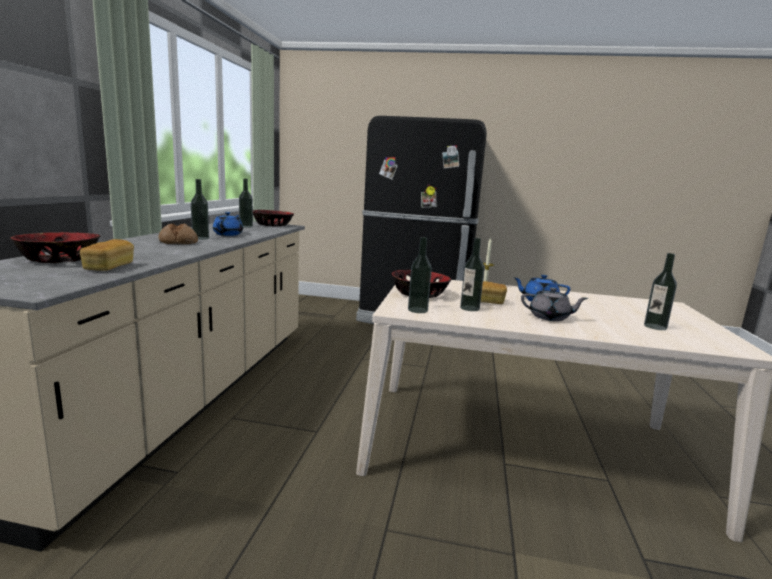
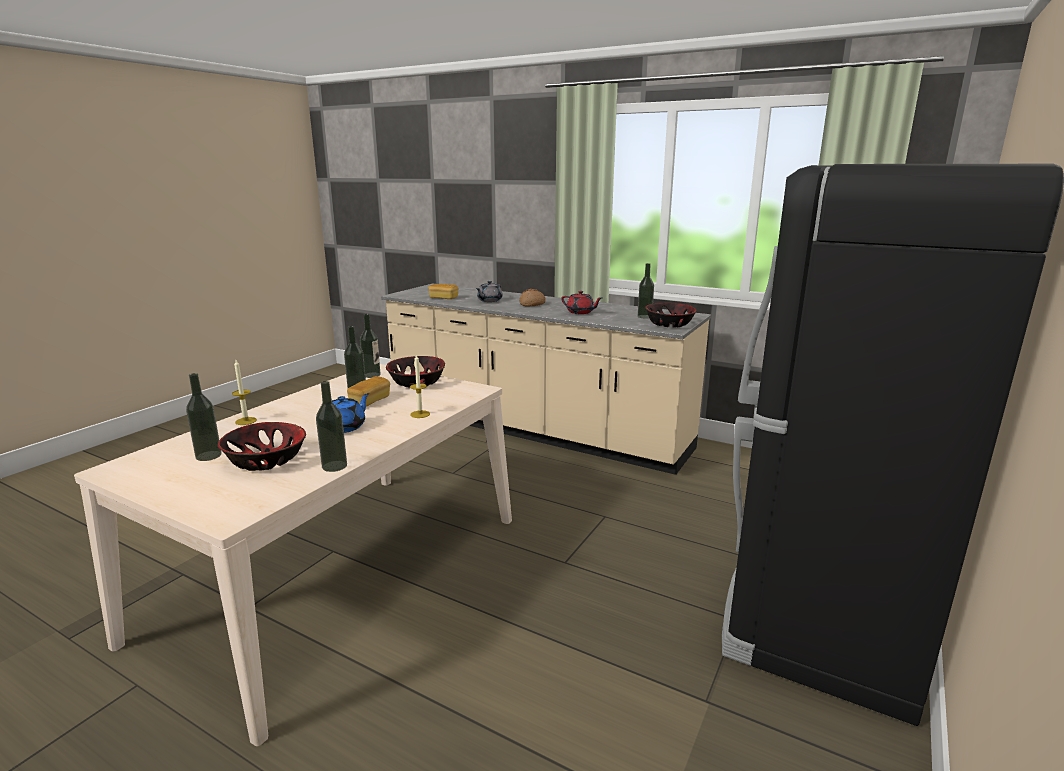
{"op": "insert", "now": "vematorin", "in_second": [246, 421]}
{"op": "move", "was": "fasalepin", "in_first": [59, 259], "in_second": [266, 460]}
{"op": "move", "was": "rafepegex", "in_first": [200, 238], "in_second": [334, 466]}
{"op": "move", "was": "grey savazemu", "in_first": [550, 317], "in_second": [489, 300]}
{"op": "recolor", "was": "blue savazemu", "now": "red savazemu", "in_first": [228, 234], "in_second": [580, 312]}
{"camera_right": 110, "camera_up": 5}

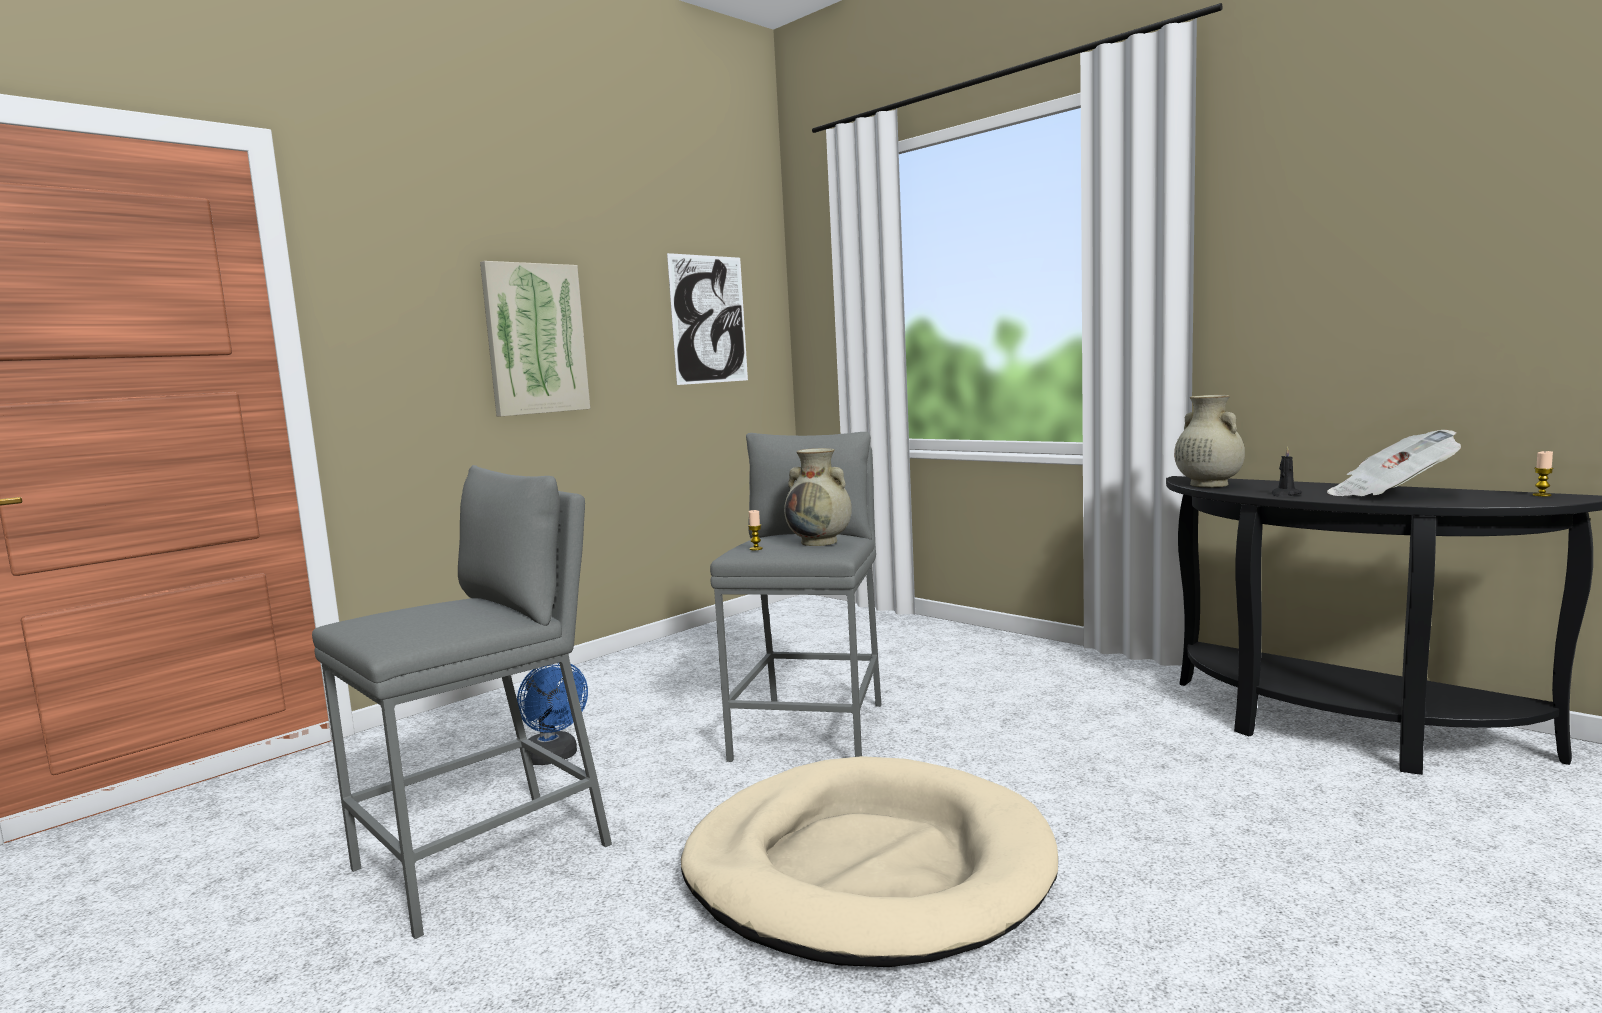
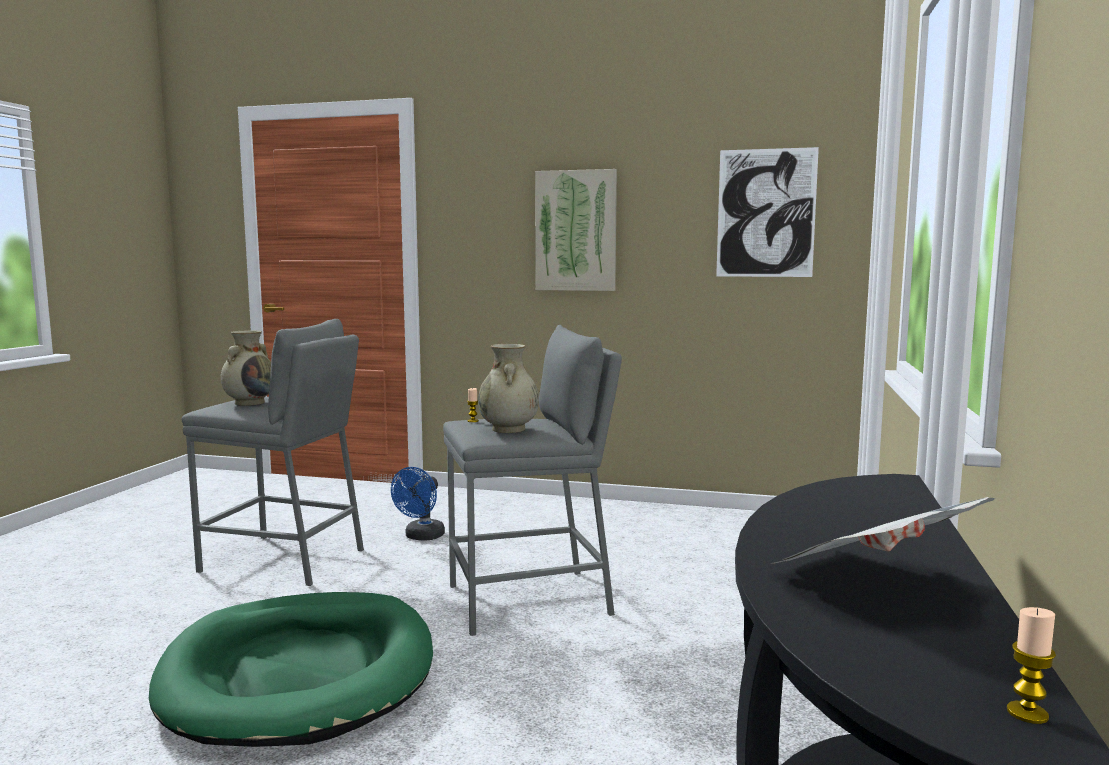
{"op": "delete", "was": "black vematorin", "in_first": [1285, 494]}
{"op": "move", "was": "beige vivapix", "in_first": [1207, 484], "in_second": [250, 402]}
{"op": "recolor", "was": "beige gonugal", "now": "green gonugal", "in_first": [867, 869], "in_second": [300, 674]}
{"camera_right": 60, "camera_up": 0}

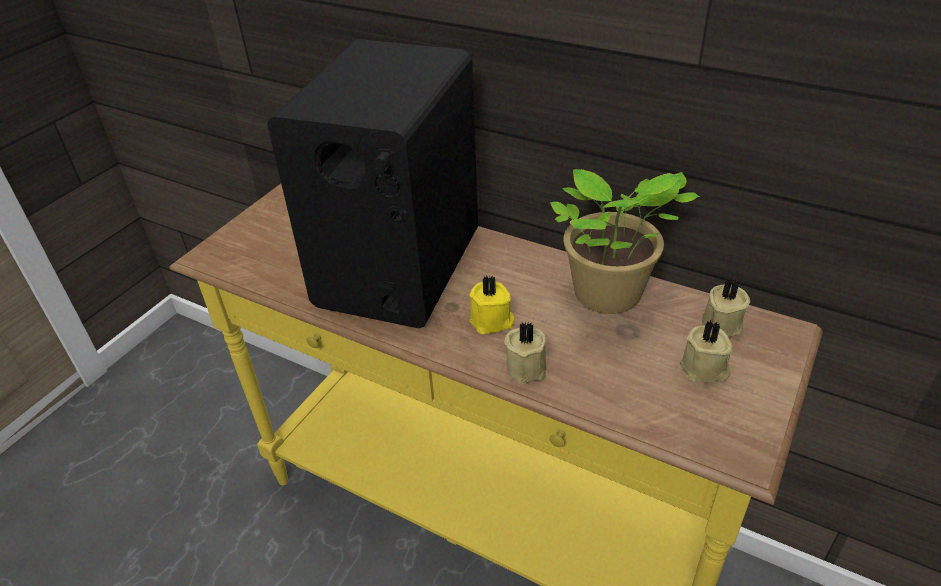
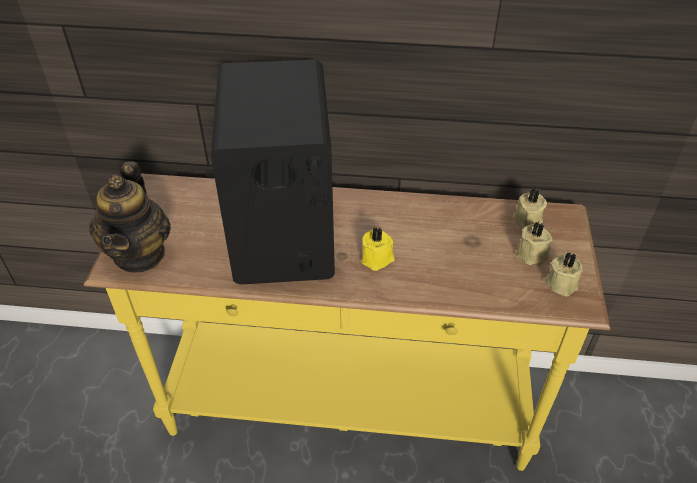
{"op": "delete", "was": "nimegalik", "in_first": [608, 297]}
{"op": "insert", "now": "savazemu", "in_second": [140, 254]}
{"op": "move", "was": "beige vematorin", "in_first": [527, 366], "in_second": [561, 283]}
{"camera_right": -25, "camera_up": 5}

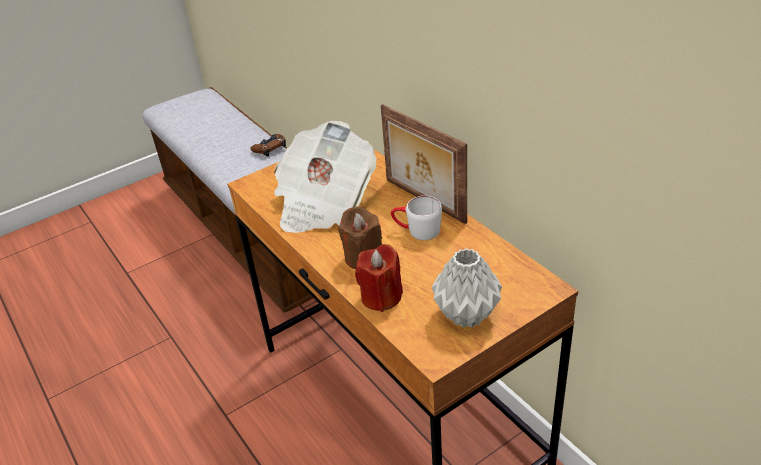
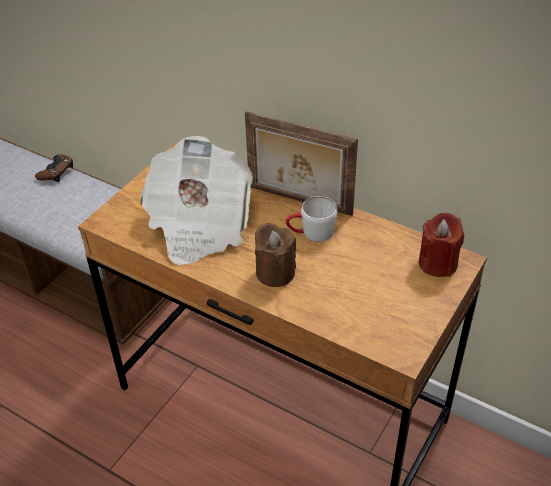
{"op": "delete", "was": "grey vivapix", "in_first": [467, 314]}
{"op": "move", "was": "red vematorin", "in_first": [381, 297], "in_second": [437, 263]}
{"camera_right": -25, "camera_up": 5}

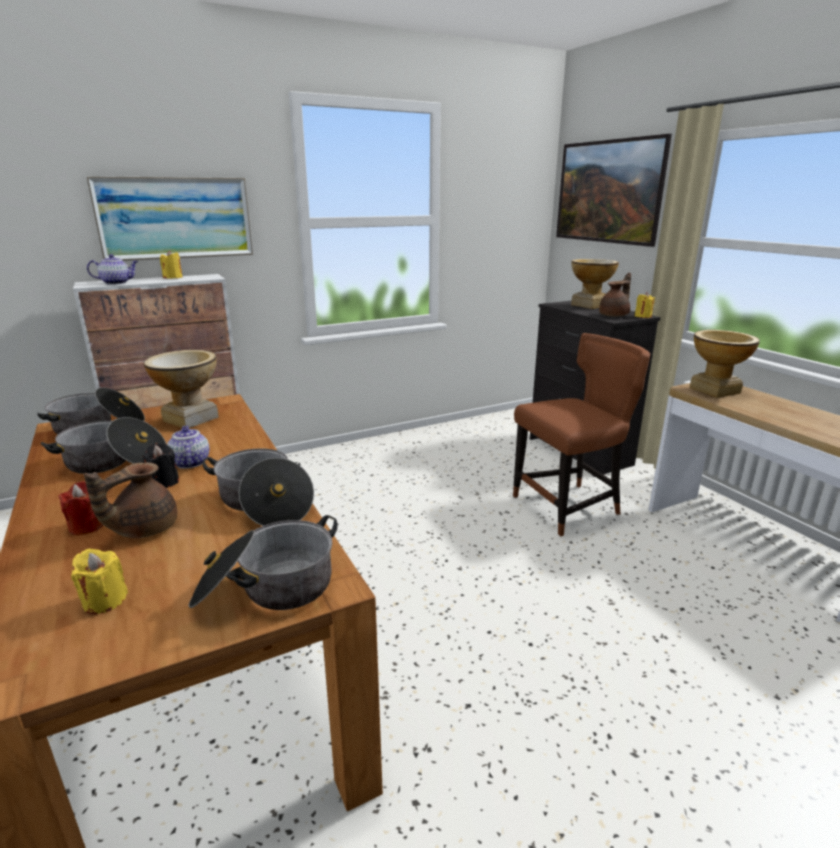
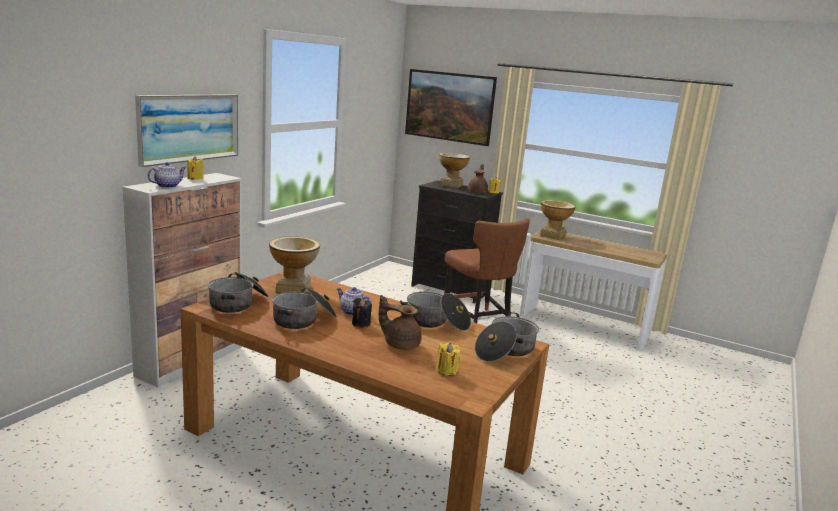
{"op": "delete", "was": "red vematorin", "in_first": [87, 526]}
{"op": "rotate", "was": "brown savazemu", "in_first": [143, 529], "in_second": [400, 344], "clockwise": 105}
{"op": "rotate", "was": "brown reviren", "in_first": [569, 507], "in_second": [478, 322], "clockwise": 120}
{"camera_right": -35, "camera_up": -5}

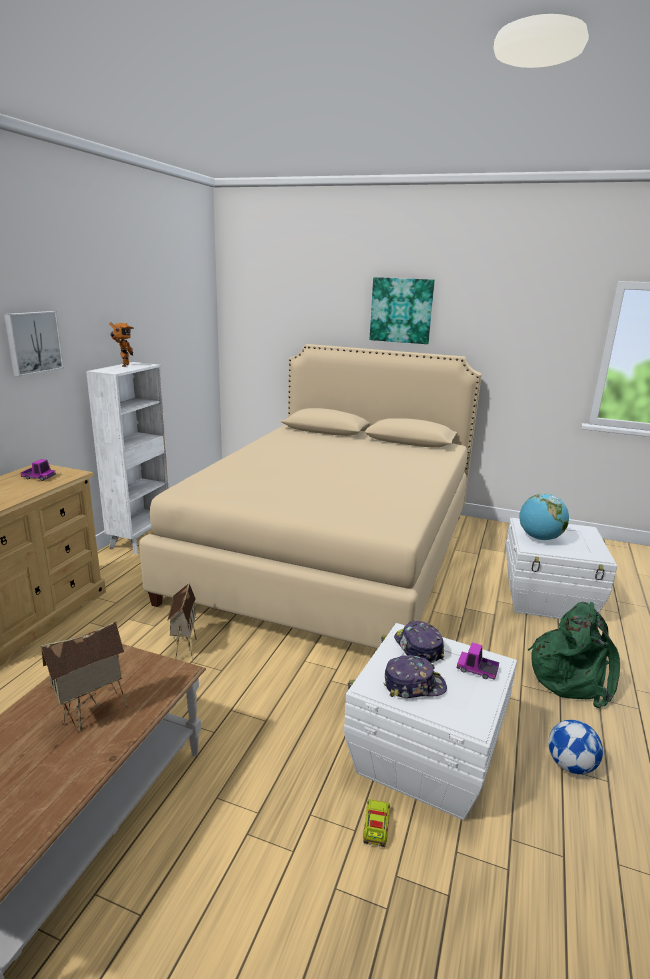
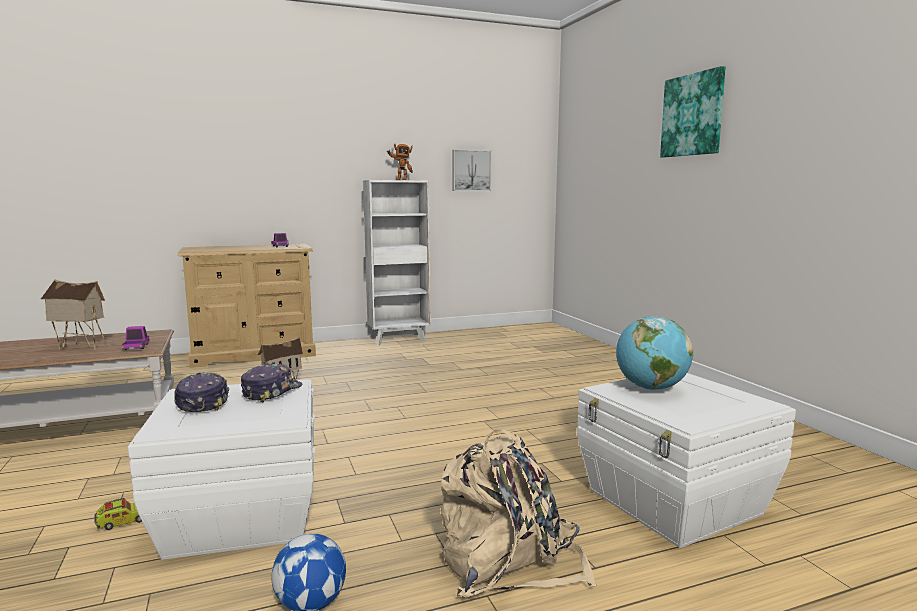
{"op": "delete", "was": "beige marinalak", "in_first": [331, 554]}
{"op": "move", "was": "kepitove", "in_first": [33, 342], "in_second": [470, 170]}
{"op": "move", "was": "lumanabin", "in_first": [477, 670], "in_second": [136, 347]}
{"op": "recolor", "was": "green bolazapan", "now": "beige bolazapan", "in_first": [572, 676], "in_second": [509, 563]}
{"op": "rotate", "was": "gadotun", "in_first": [414, 685], "in_second": [203, 402], "clockwise": -150}
{"camera_right": 50, "camera_up": -10}

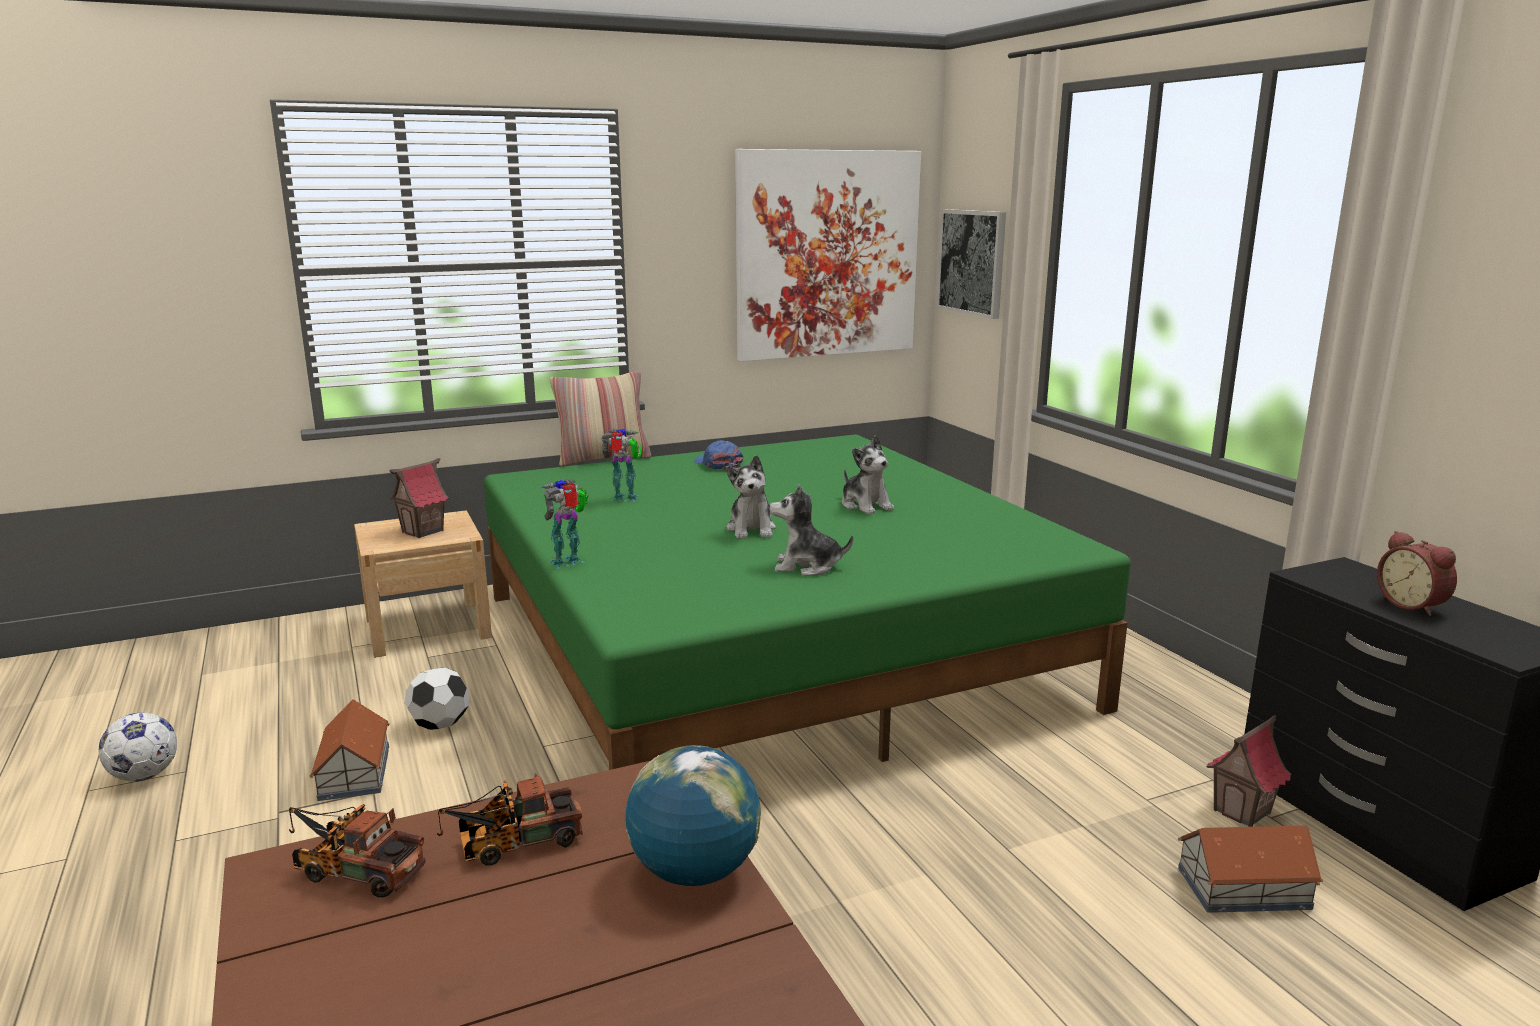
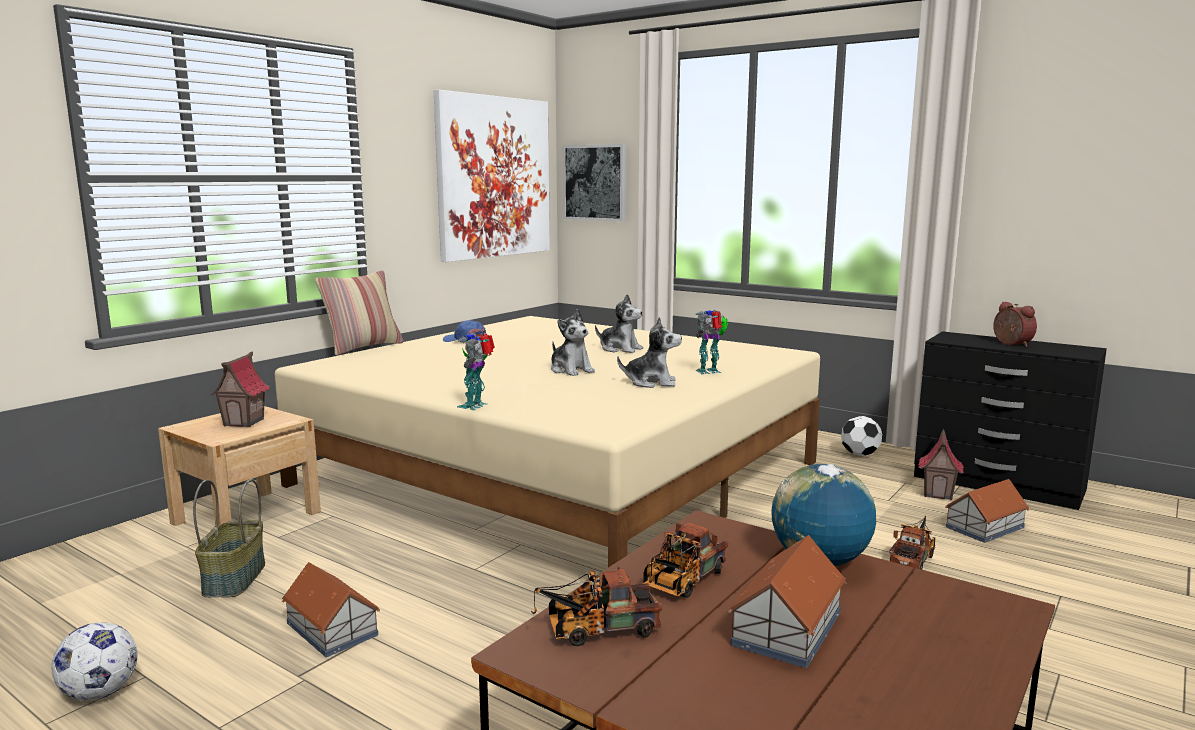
{"op": "insert", "now": "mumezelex", "in_second": [235, 579]}
{"op": "insert", "now": "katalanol", "in_second": [788, 628]}
{"op": "insert", "now": "lumanabin", "in_second": [913, 559]}
{"op": "move", "was": "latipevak", "in_first": [440, 725], "in_second": [860, 454]}
{"op": "move", "was": "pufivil", "in_first": [625, 499], "in_second": [709, 372]}
{"op": "recolor", "was": "green marinalak", "now": "beige marinalak", "in_first": [770, 648], "in_second": [560, 473]}
{"op": "rotate", "was": "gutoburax", "in_first": [807, 567], "in_second": [651, 383], "clockwise": -150}
{"op": "rotate", "was": "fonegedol", "in_first": [1413, 605], "in_second": [1010, 344], "clockwise": -150}
{"camera_right": -30, "camera_up": -5}

